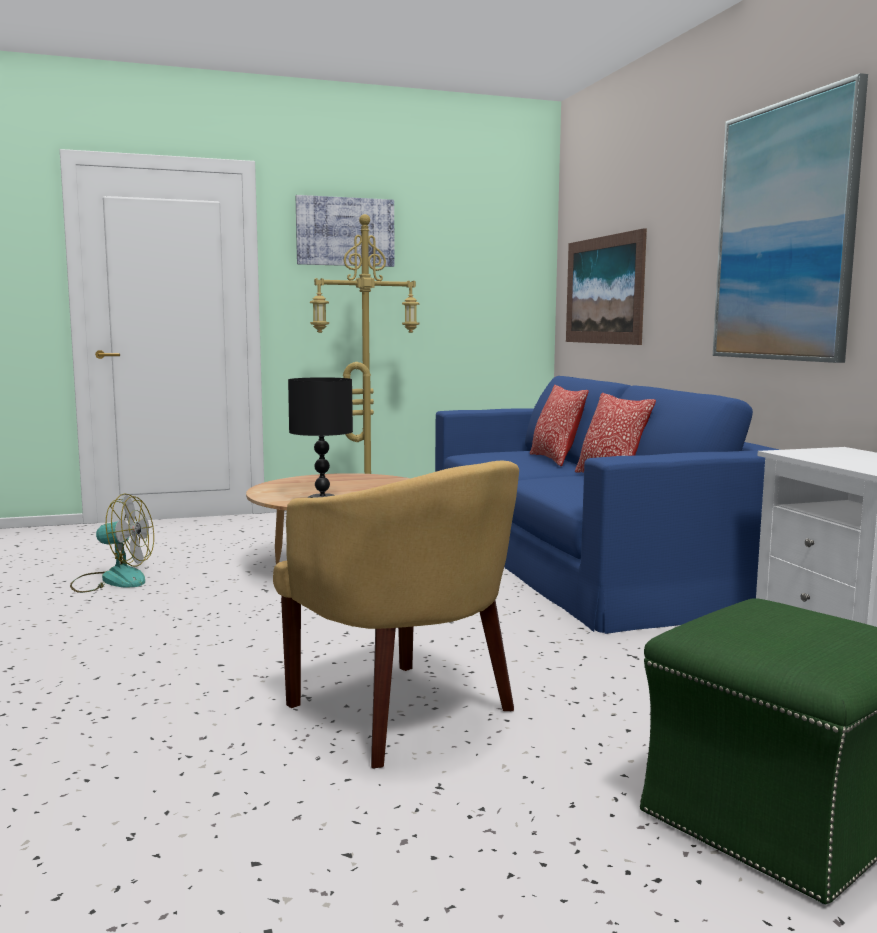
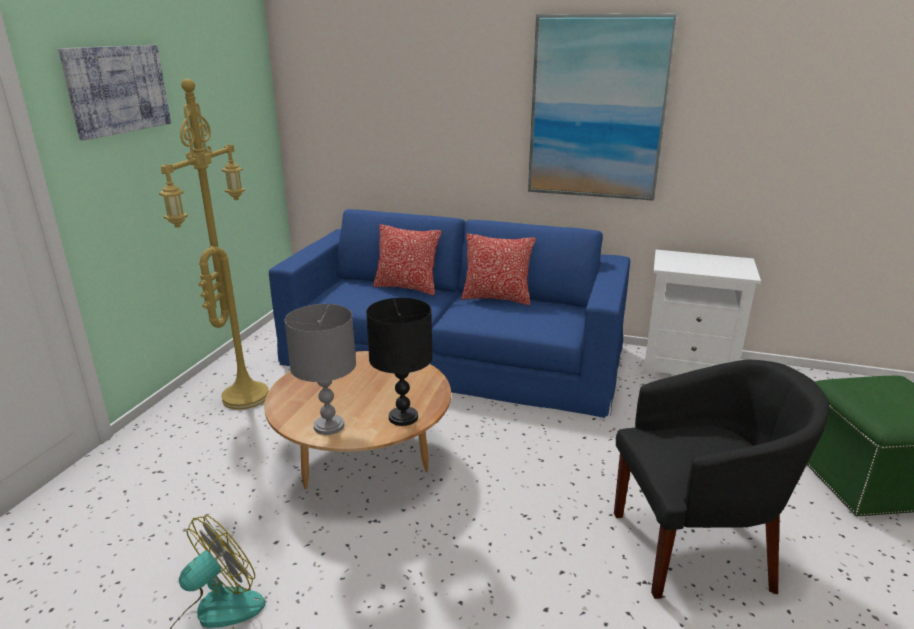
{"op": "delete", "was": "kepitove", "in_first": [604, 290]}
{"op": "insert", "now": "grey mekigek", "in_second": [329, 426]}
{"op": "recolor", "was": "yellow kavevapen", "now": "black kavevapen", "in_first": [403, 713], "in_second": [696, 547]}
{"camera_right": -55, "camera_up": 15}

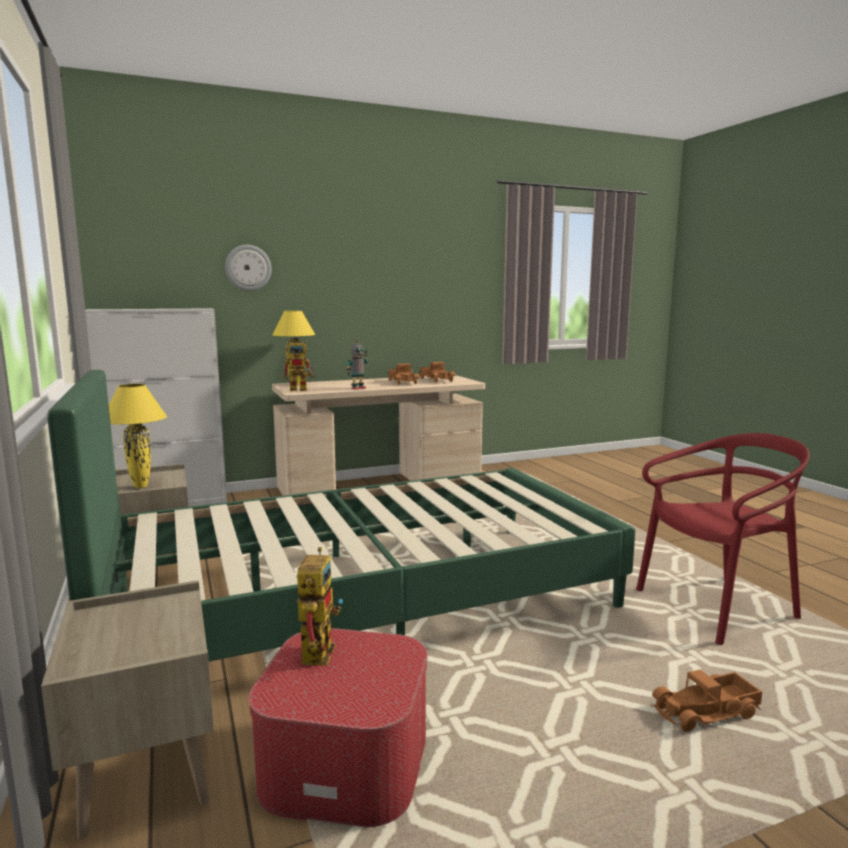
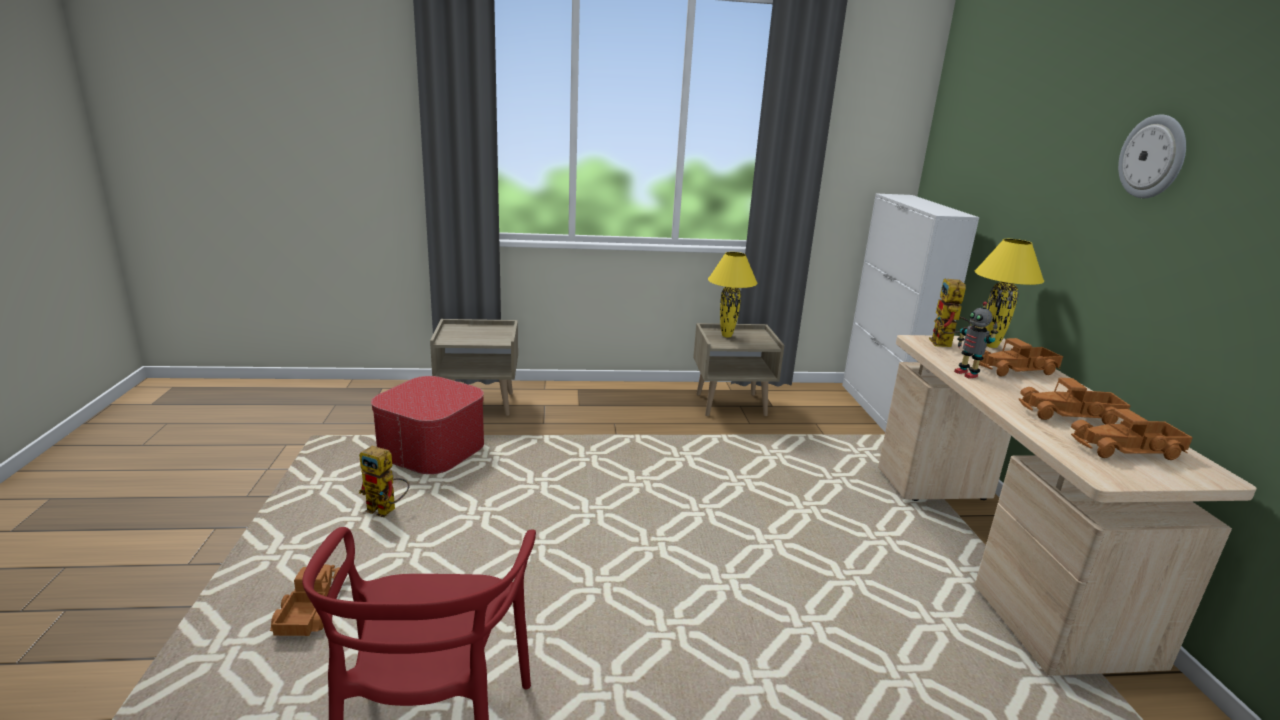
{"op": "delete", "was": "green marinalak", "in_first": [363, 601]}
{"op": "insert", "now": "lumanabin", "in_second": [1017, 370]}
{"op": "move", "was": "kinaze", "in_first": [248, 268], "in_second": [1153, 157]}
{"op": "move", "was": "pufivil", "in_first": [317, 649], "in_second": [387, 511]}
{"camera_right": 105, "camera_up": 10}

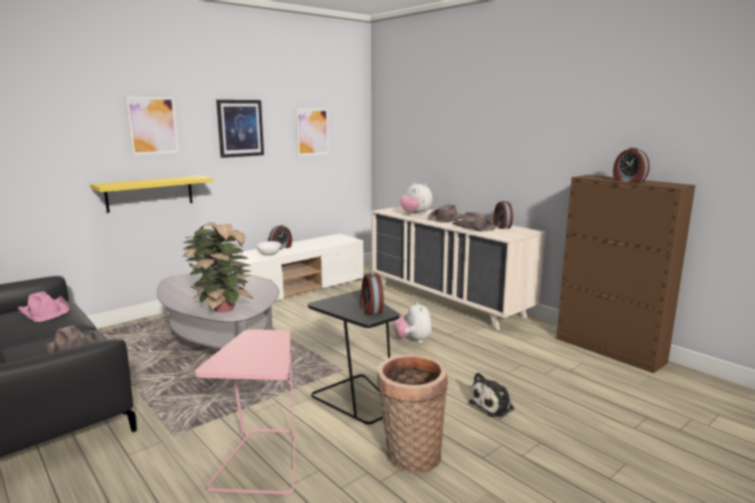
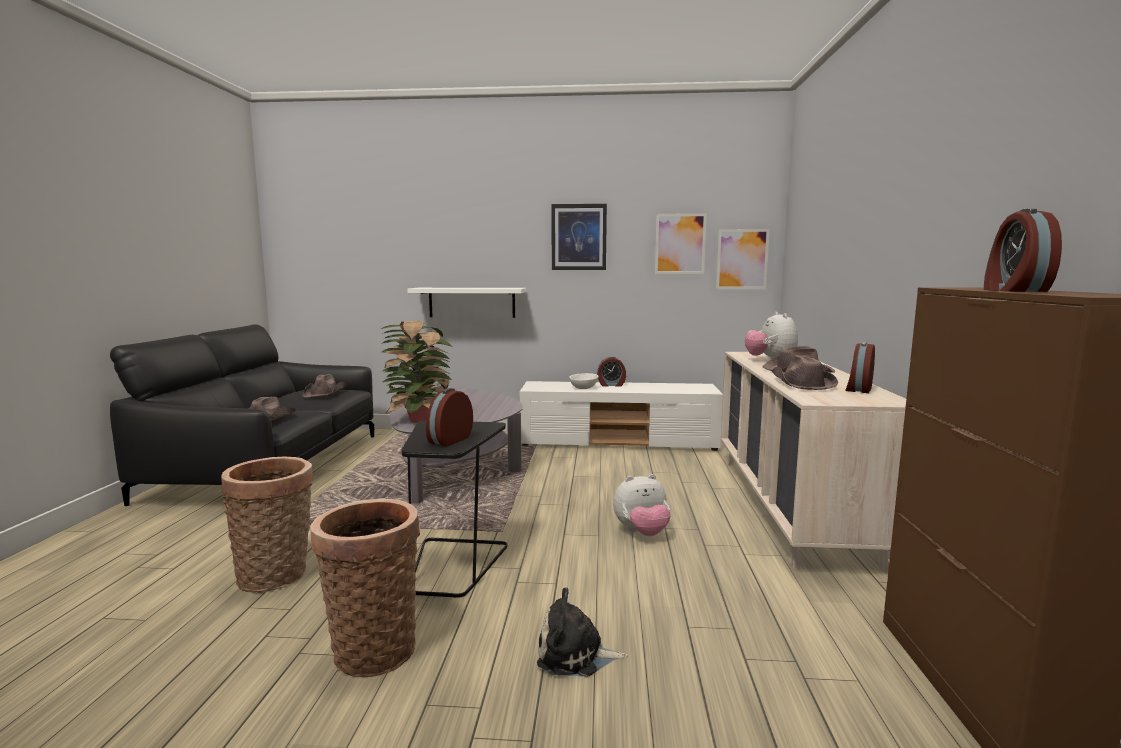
{"op": "move", "was": "kepitove", "in_first": [152, 125], "in_second": [742, 259]}
{"op": "replace", "was": "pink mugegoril", "now": "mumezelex", "in_first": [261, 462], "in_second": [277, 575]}
{"op": "recolor", "was": "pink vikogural", "now": "brown vikogural", "in_first": [45, 312], "in_second": [325, 392]}
{"op": "recolor", "was": "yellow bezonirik", "now": "white bezonirik", "in_first": [150, 193], "in_second": [472, 302]}
{"op": "rotate", "was": "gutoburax", "in_first": [413, 340], "in_second": [642, 533], "clockwise": -135}
{"camera_right": 45, "camera_up": -5}

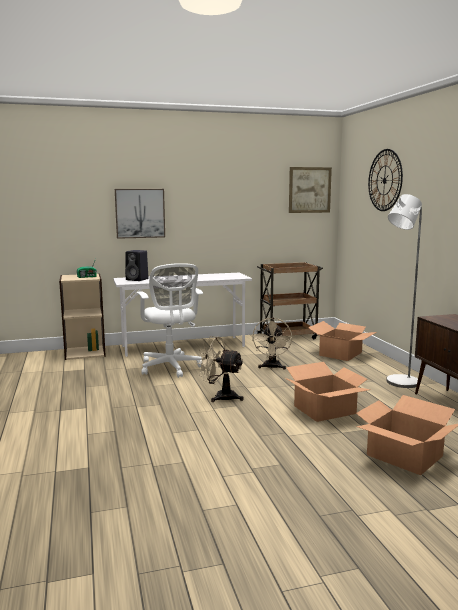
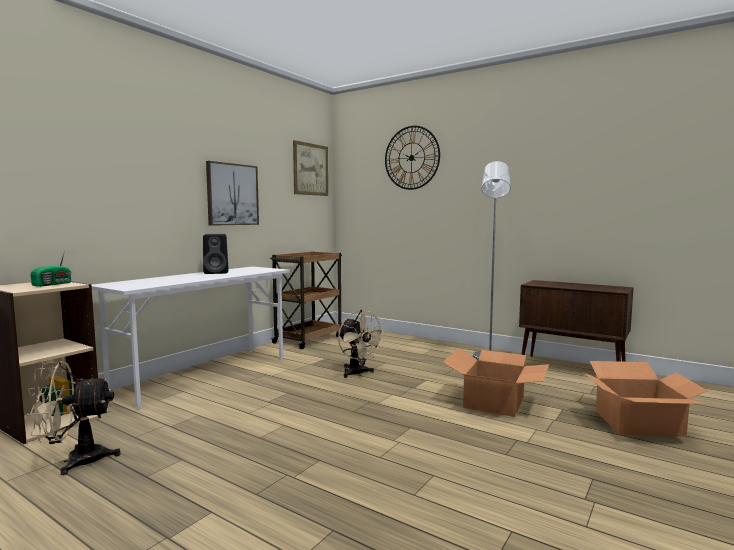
{"op": "delete", "was": "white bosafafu", "in_first": [171, 368]}
{"op": "delete", "was": "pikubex", "in_first": [341, 354]}
{"op": "move", "was": "kepitove", "in_first": [140, 213], "in_second": [232, 194]}
{"op": "move", "was": "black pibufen", "in_first": [138, 279], "in_second": [217, 272]}
{"op": "move", "was": "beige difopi", "in_first": [220, 396], "in_second": [75, 460]}
{"camera_right": -40, "camera_up": -5}

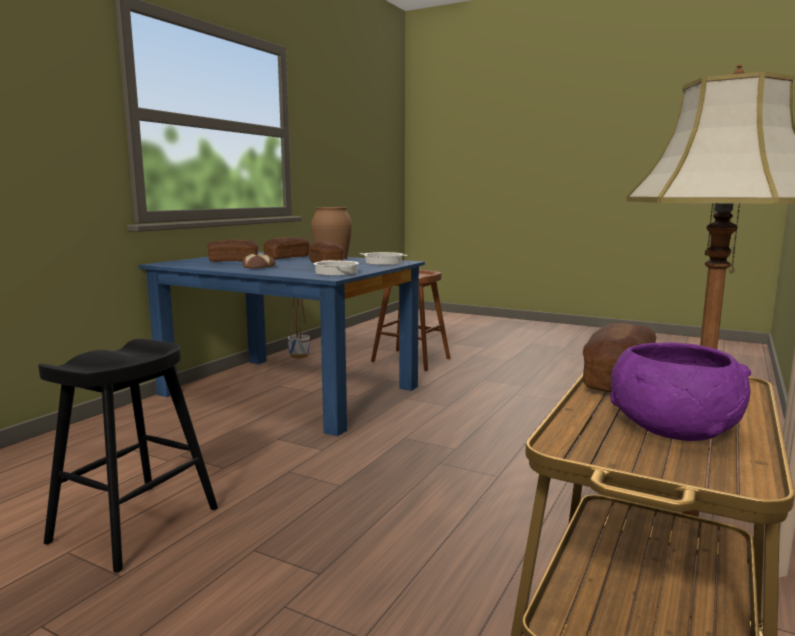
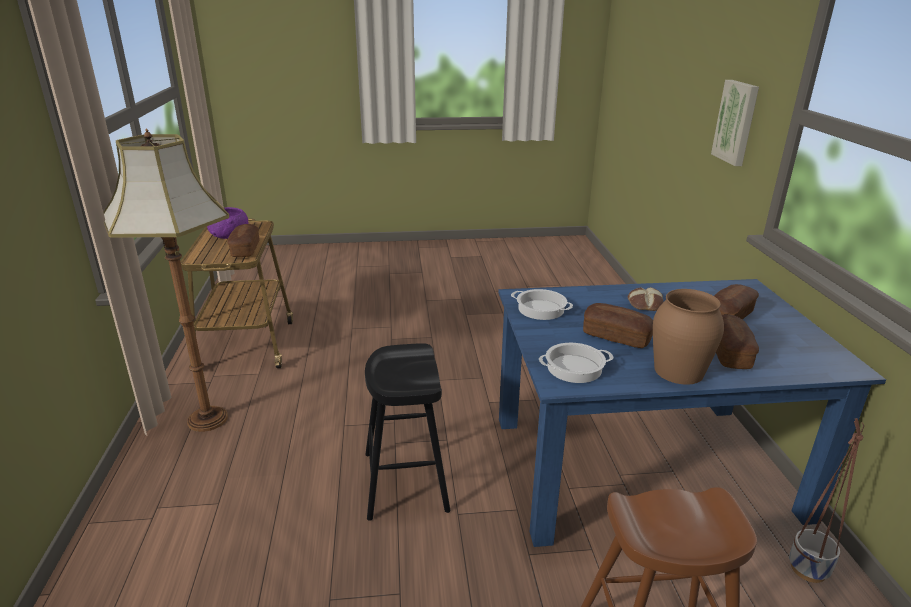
{"op": "insert", "now": "kepitove", "in_second": [737, 122]}
{"op": "move", "was": "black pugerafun", "in_first": [135, 525], "in_second": [405, 481]}
{"camera_right": 145, "camera_up": 15}

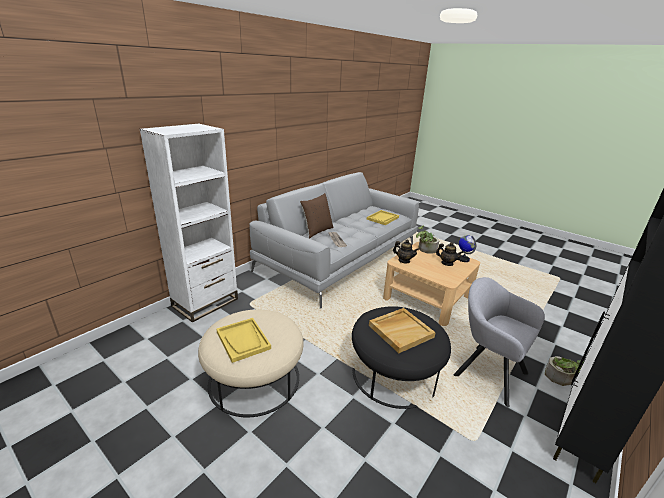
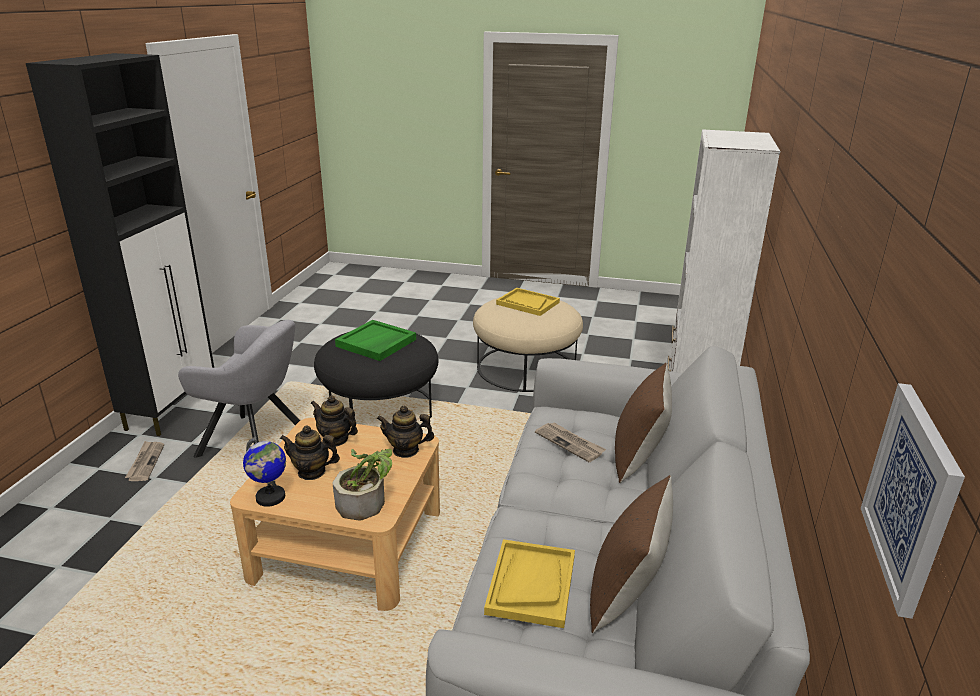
{"op": "insert", "now": "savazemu", "in_second": [335, 440]}
{"op": "insert", "now": "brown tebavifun", "in_second": [626, 595]}
{"op": "insert", "now": "kepitove", "in_second": [911, 496]}
{"op": "replace", "was": "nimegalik", "now": "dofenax", "in_first": [561, 379], "in_second": [145, 462]}
{"op": "recolor", "was": "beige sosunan", "now": "green sosunan", "in_first": [401, 331], "in_second": [376, 343]}
{"camera_right": 155, "camera_up": 0}

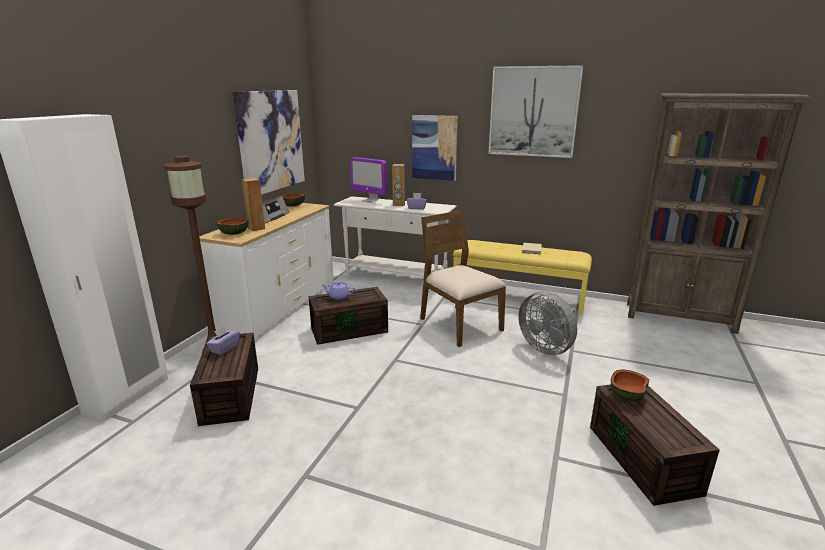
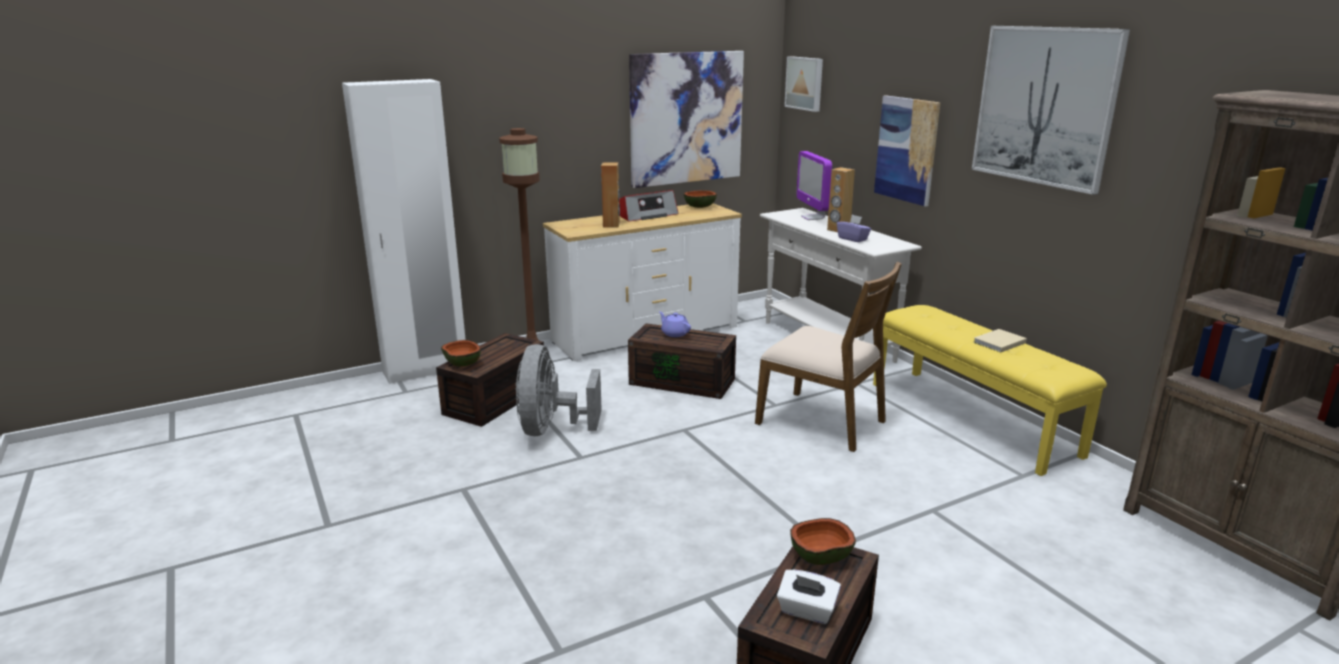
{"op": "delete", "was": "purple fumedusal", "in_first": [224, 348]}
{"op": "insert", "now": "white fumedusal", "in_second": [807, 611]}
{"op": "insert", "now": "kepitove", "in_second": [805, 83]}
{"op": "move", "was": "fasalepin", "in_first": [233, 233], "in_second": [462, 363]}
{"op": "move", "was": "grey difopi", "in_first": [546, 348], "in_second": [551, 429]}
{"op": "rotate", "was": "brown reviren", "in_first": [459, 324], "in_second": [822, 421], "clockwise": 120}
{"camera_right": 40, "camera_up": 0}

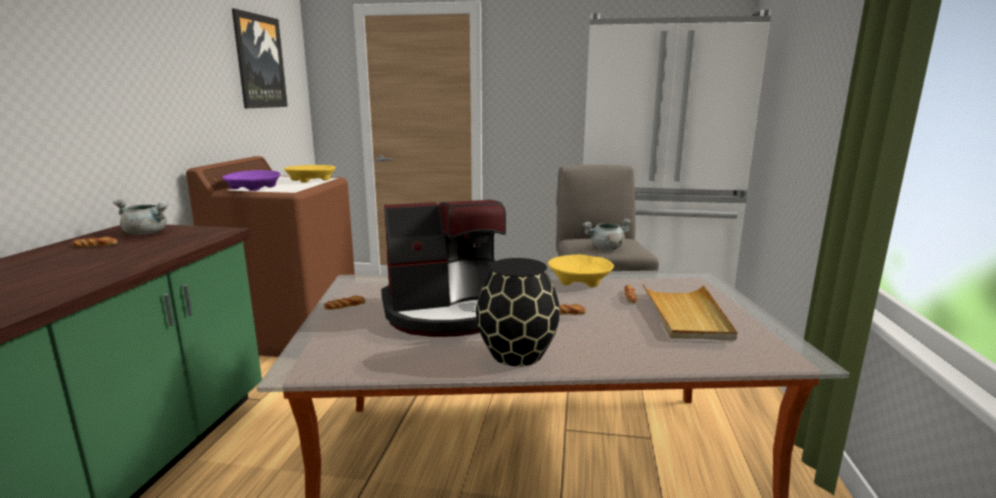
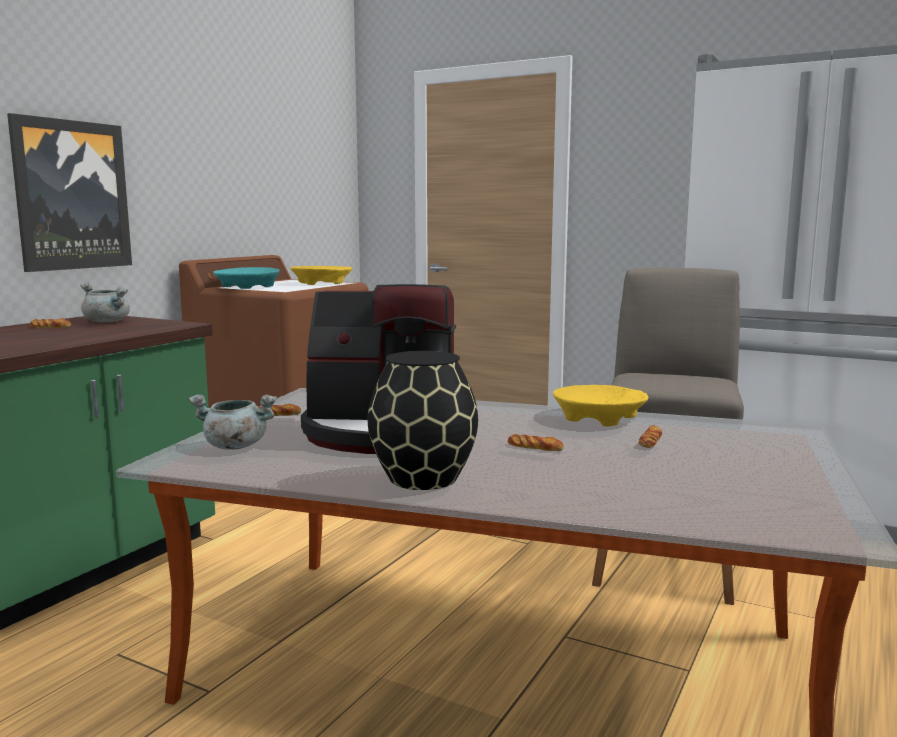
{"op": "delete", "was": "beige sosunan", "in_first": [685, 315]}
{"op": "move", "was": "kepitove", "in_first": [259, 62], "in_second": [72, 195]}
{"op": "move", "was": "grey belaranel", "in_first": [606, 248], "in_second": [234, 446]}
{"op": "recolor", "was": "purple fasalepin", "now": "turquoise fasalepin", "in_first": [254, 188], "in_second": [248, 287]}
{"camera_right": 20, "camera_up": -5}

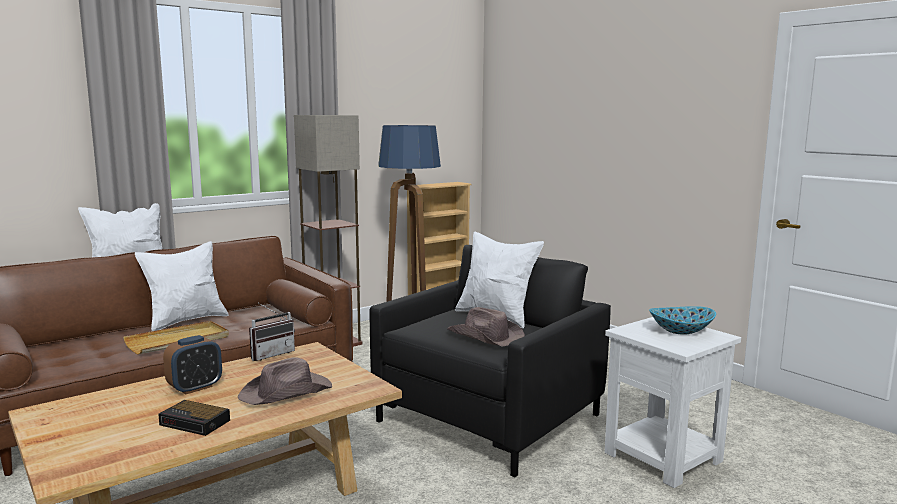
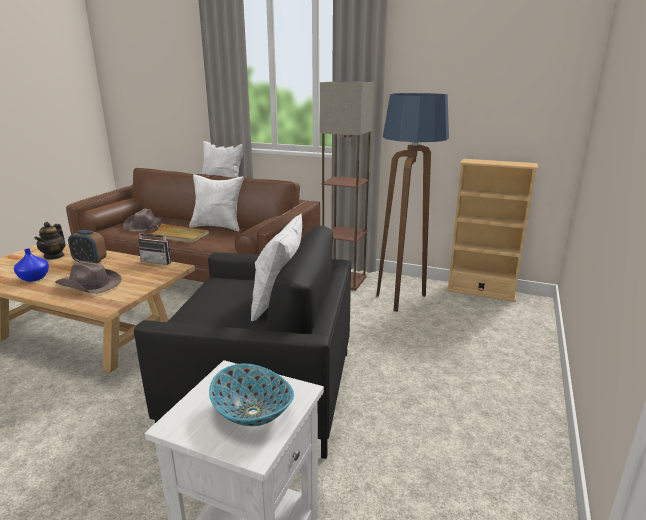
{"op": "insert", "now": "savazemu", "in_second": [54, 256]}
{"op": "move", "was": "brown vikogural", "in_first": [485, 336], "in_second": [144, 226]}
{"op": "replace", "was": "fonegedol", "now": "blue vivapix", "in_first": [196, 423], "in_second": [34, 278]}
{"camera_right": 60, "camera_up": 10}

